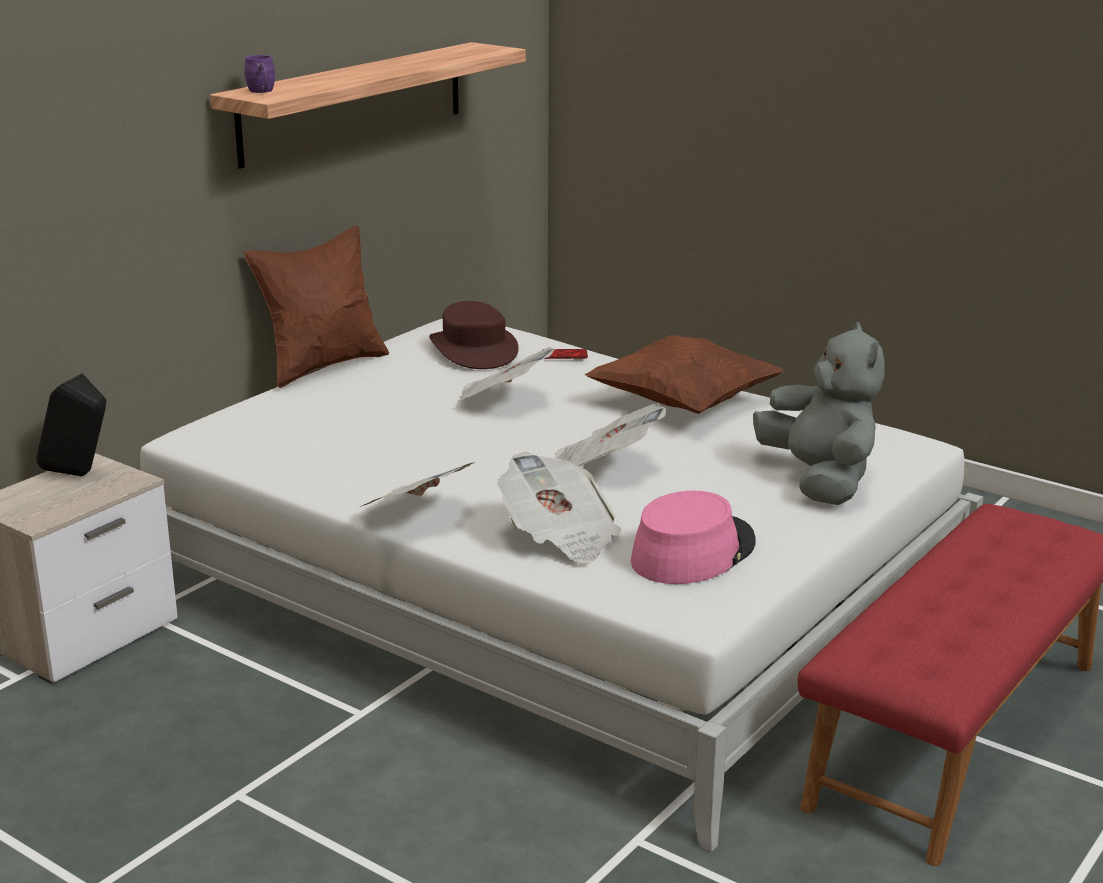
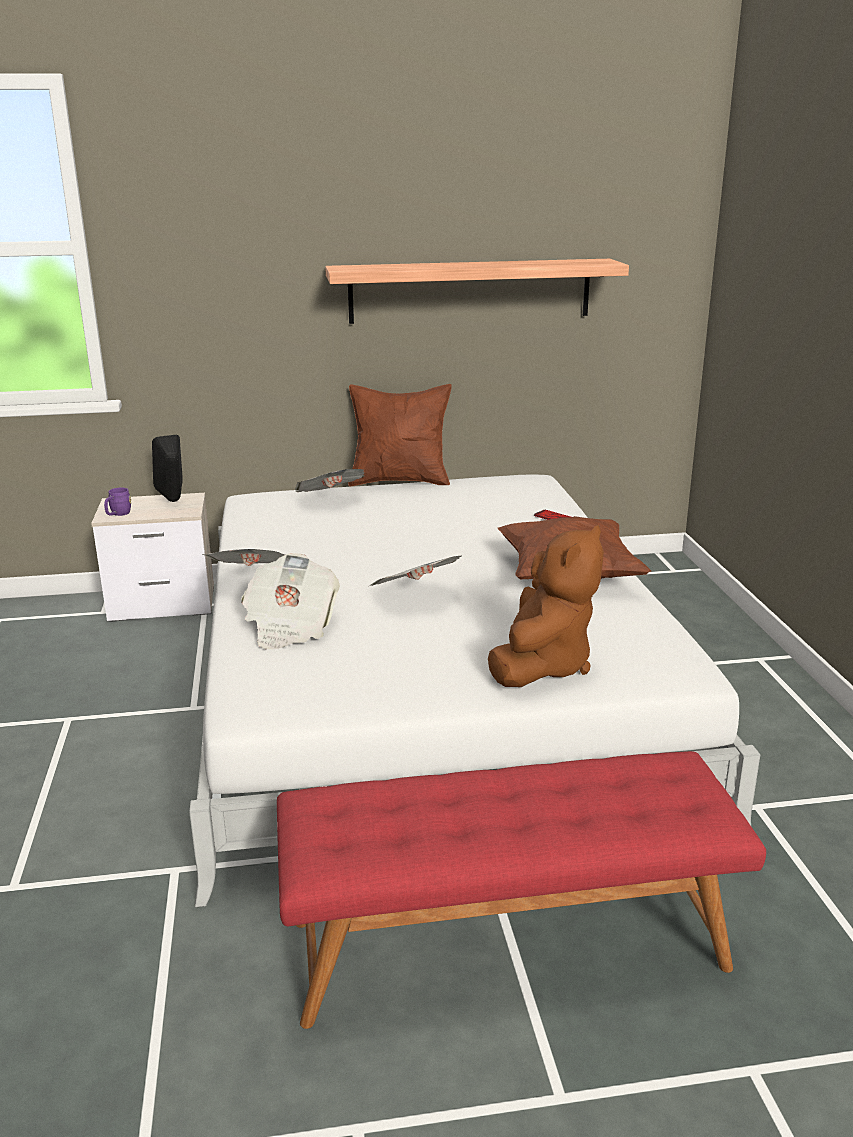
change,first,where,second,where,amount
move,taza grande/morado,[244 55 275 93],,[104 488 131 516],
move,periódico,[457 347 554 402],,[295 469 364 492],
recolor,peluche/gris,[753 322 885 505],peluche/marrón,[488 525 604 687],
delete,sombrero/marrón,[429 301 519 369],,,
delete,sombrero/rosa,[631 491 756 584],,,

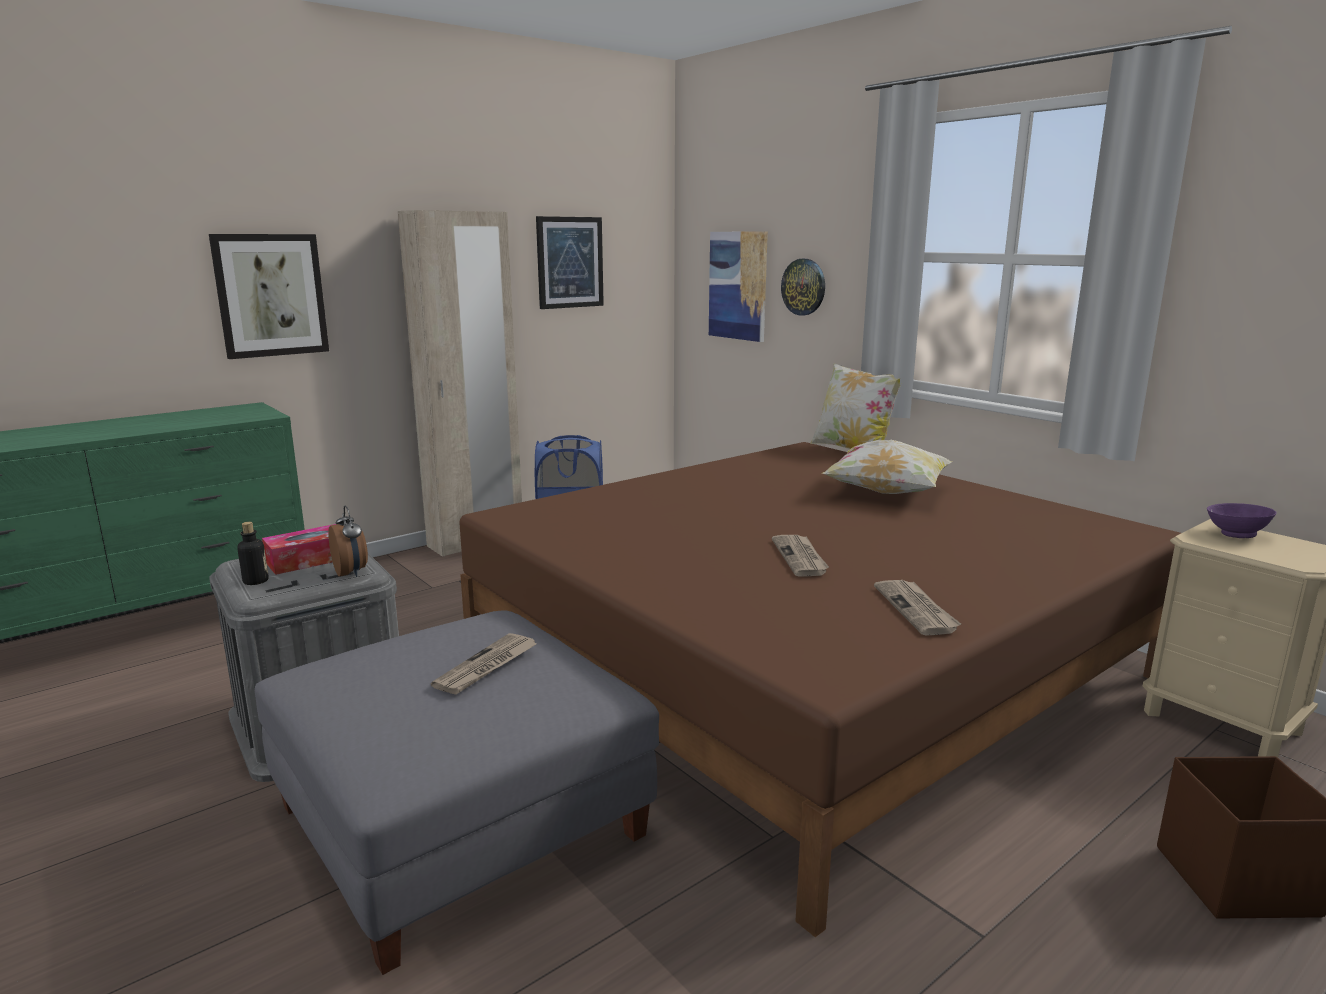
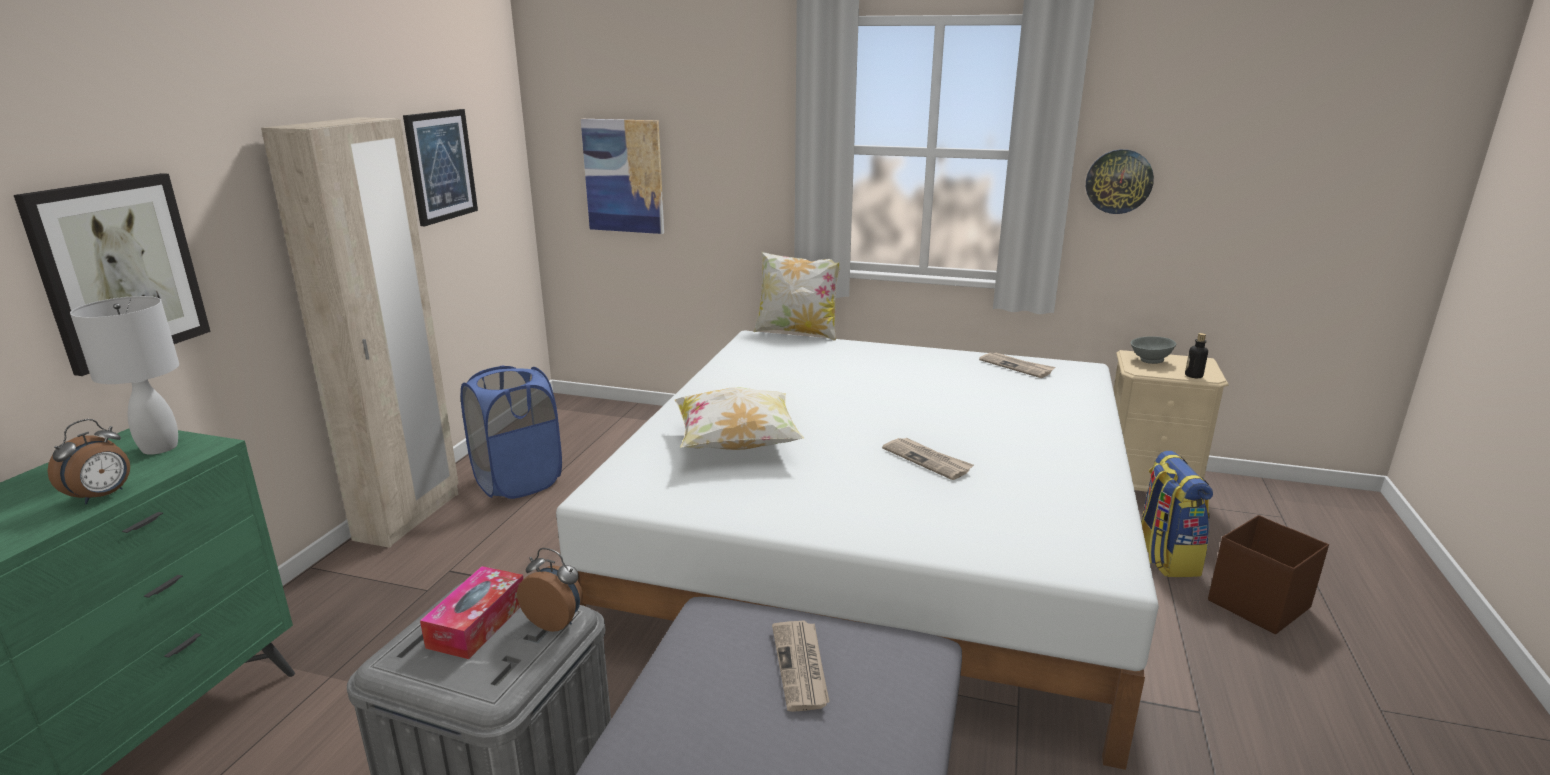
change,first,where,second,where,amount
insert,,,despertador,[47 419 130 504],
insert,,,lámpara de mesa/blanco,[70 296 179 455],
recolor,cama/marrón,[459 442 1181 937],cama/blanco,[556 331 1159 770],
move,cojín,[822 440 953 494],,[674 387 804 450],
move,periódico,[874 580 961 636],,[979 353 1055 378],
move,reloj de pared,[781 259 825 316],,[1086 149 1154 214],
recolor,cuenco/morado,[1207 503 1277 538],cuenco/gris,[1131 336 1176 364],
insert,,,mochila,[1141 451 1213 577],
move,botella,[237 522 268 585],,[1185 333 1208 378],

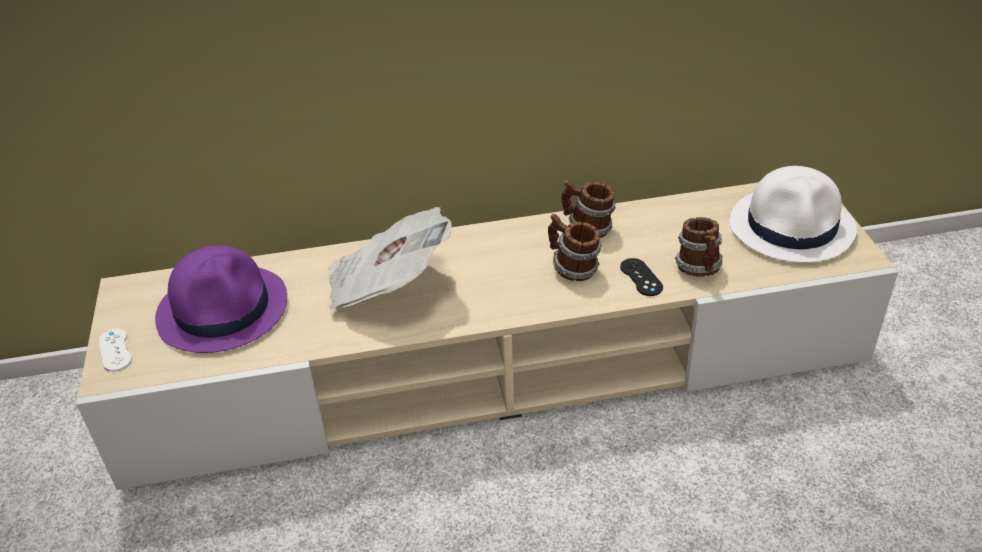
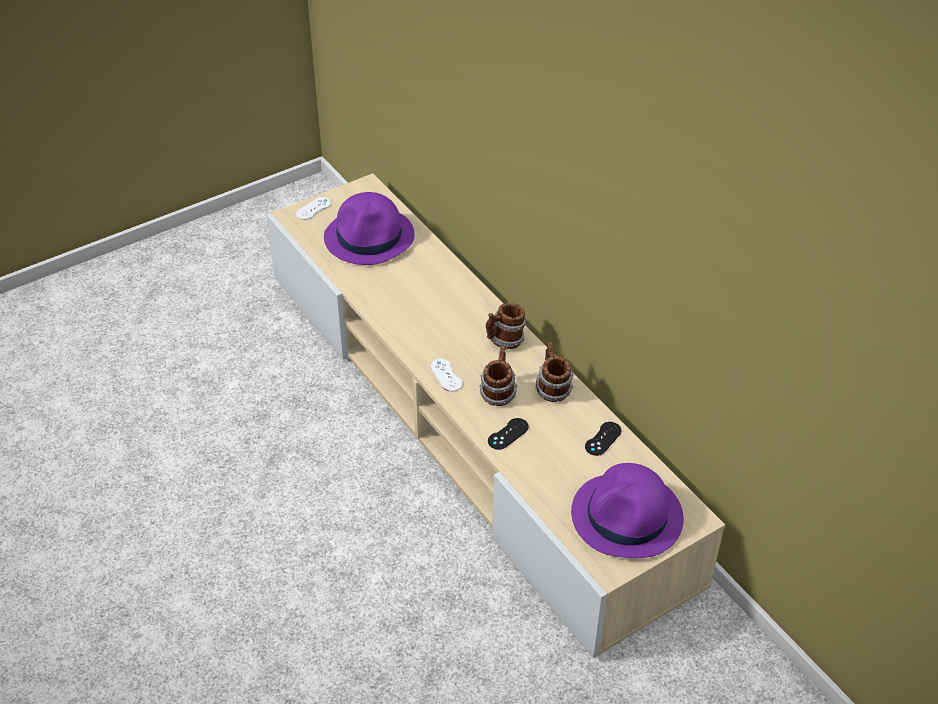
change,first,where,second,where,amount
insert,,,mando de consola/blanco,[431 359 462 392],
move,taza grande,[675 217 723 277],,[486 303 526 349],
recolor,sombrero/blanco,[729 166 857 263],sombrero/morado,[571 463 684 558],
insert,,,mando de consola/negro,[585 422 622 456],
delete,periódico,[328 207 452 310],,,

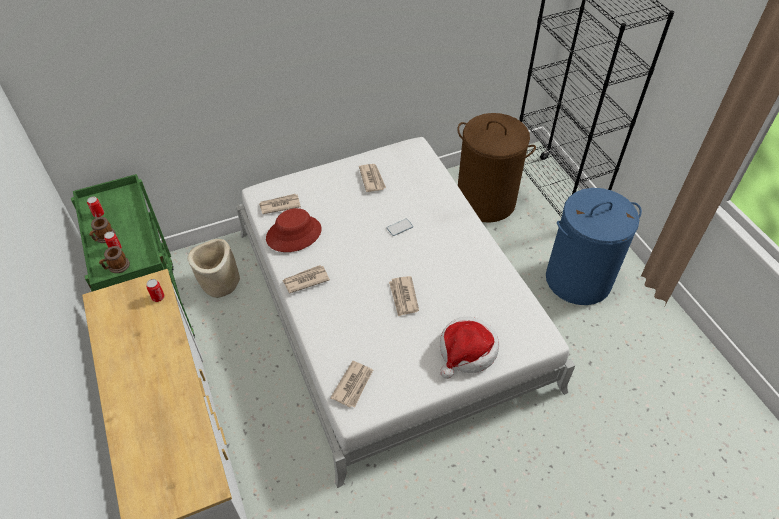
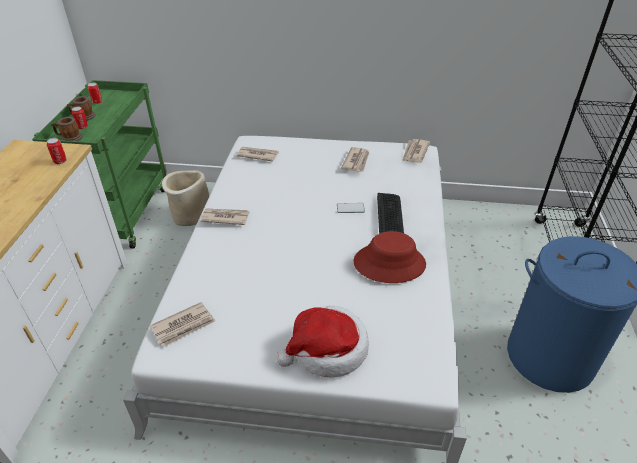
change,first,where,second,where,amount
move,sombrero/rojo,[266 208 322 252],,[353 231 426 283],
insert,,,teclado,[377 193 404 234],
move,periódico,[389 276 419 317],,[402 139 430 163],
delete,cesto de la ropa/marrón,[457 113 536 223],,,

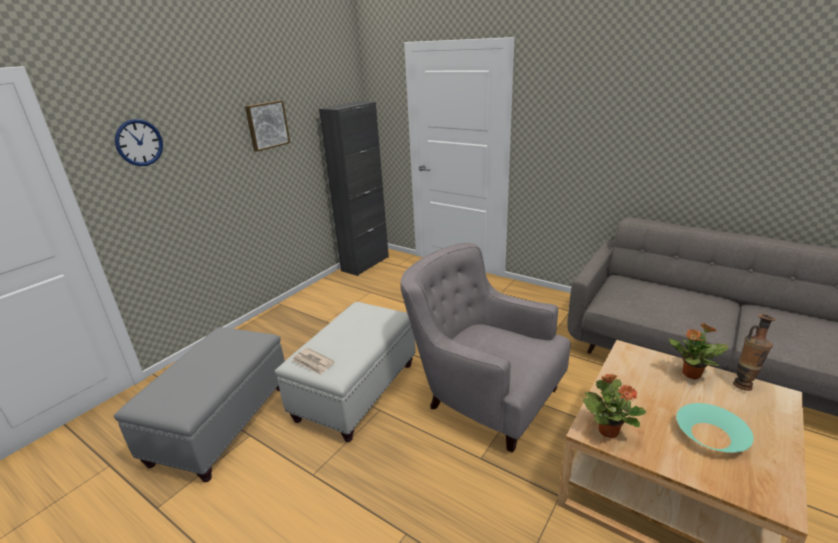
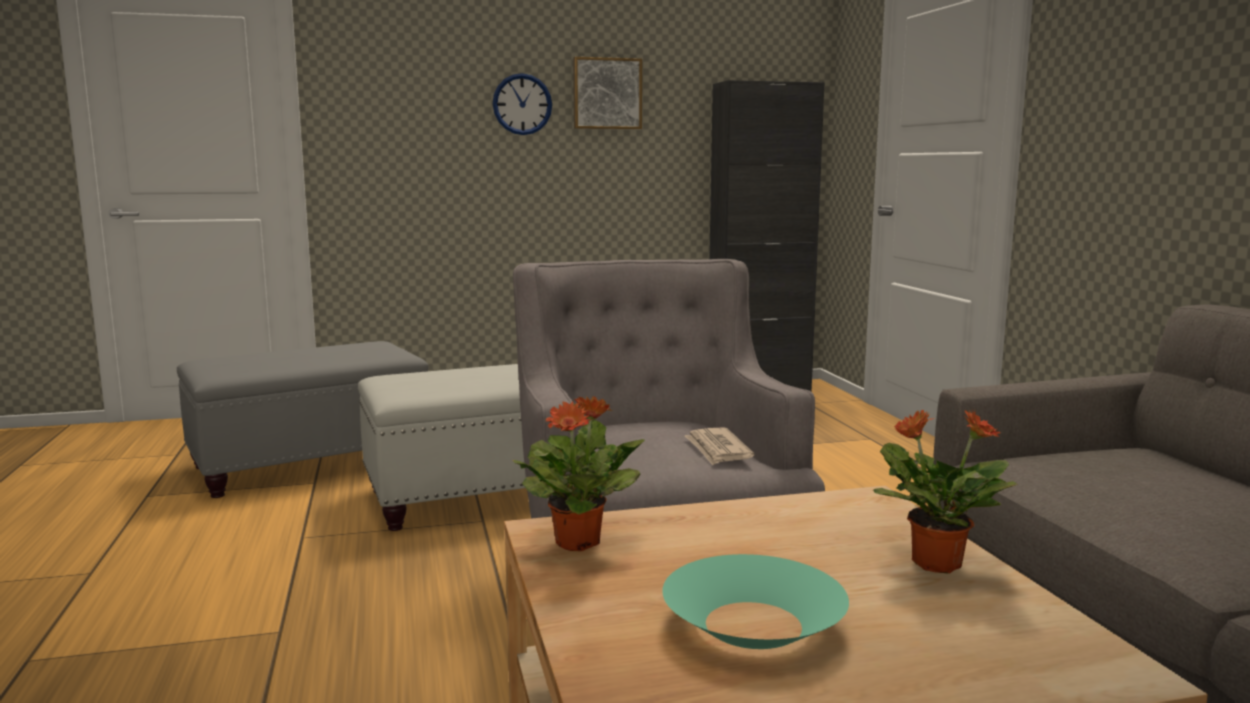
change,first,where,second,where,amount
move,reloj de pared,[115 119 163 166],,[493 73 552 135],
move,periódico,[292 348 334 375],,[685 427 754 465],
delete,florero,[733 314 776 391],,,

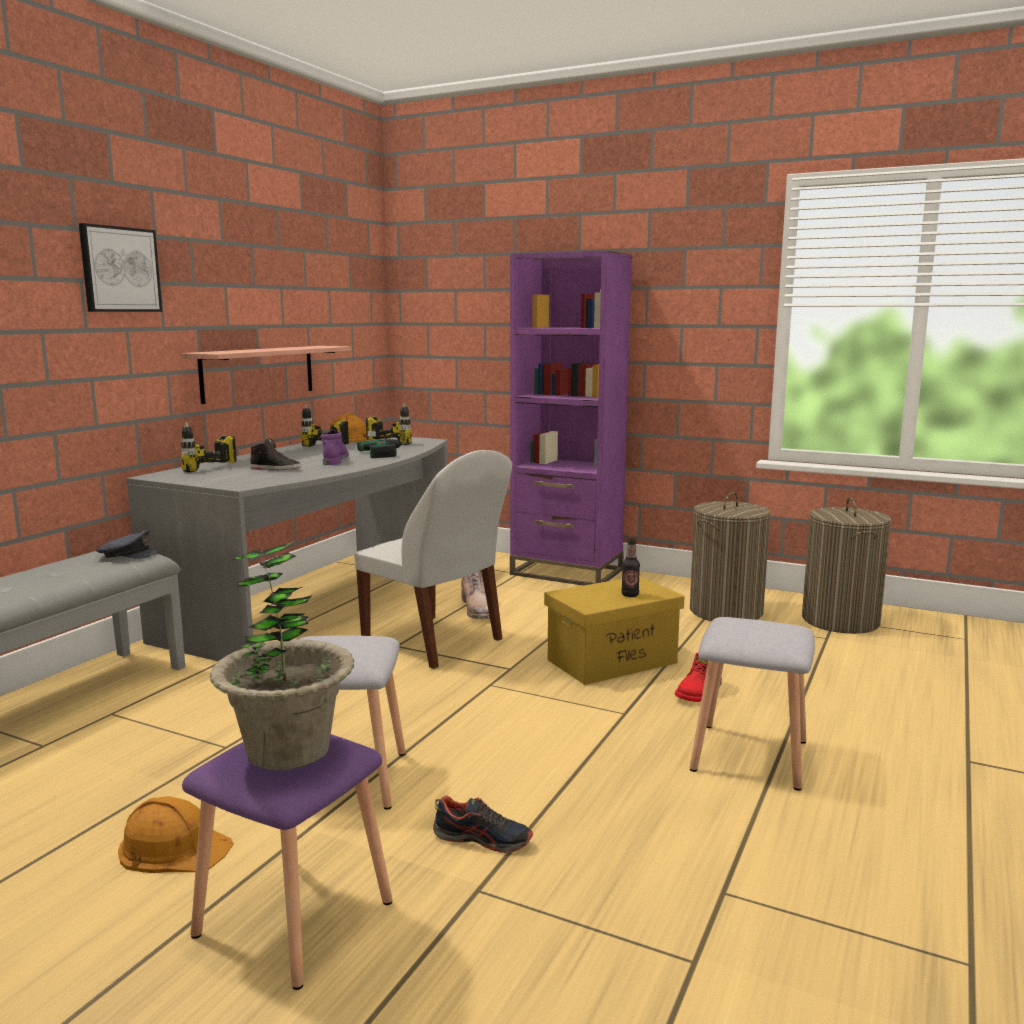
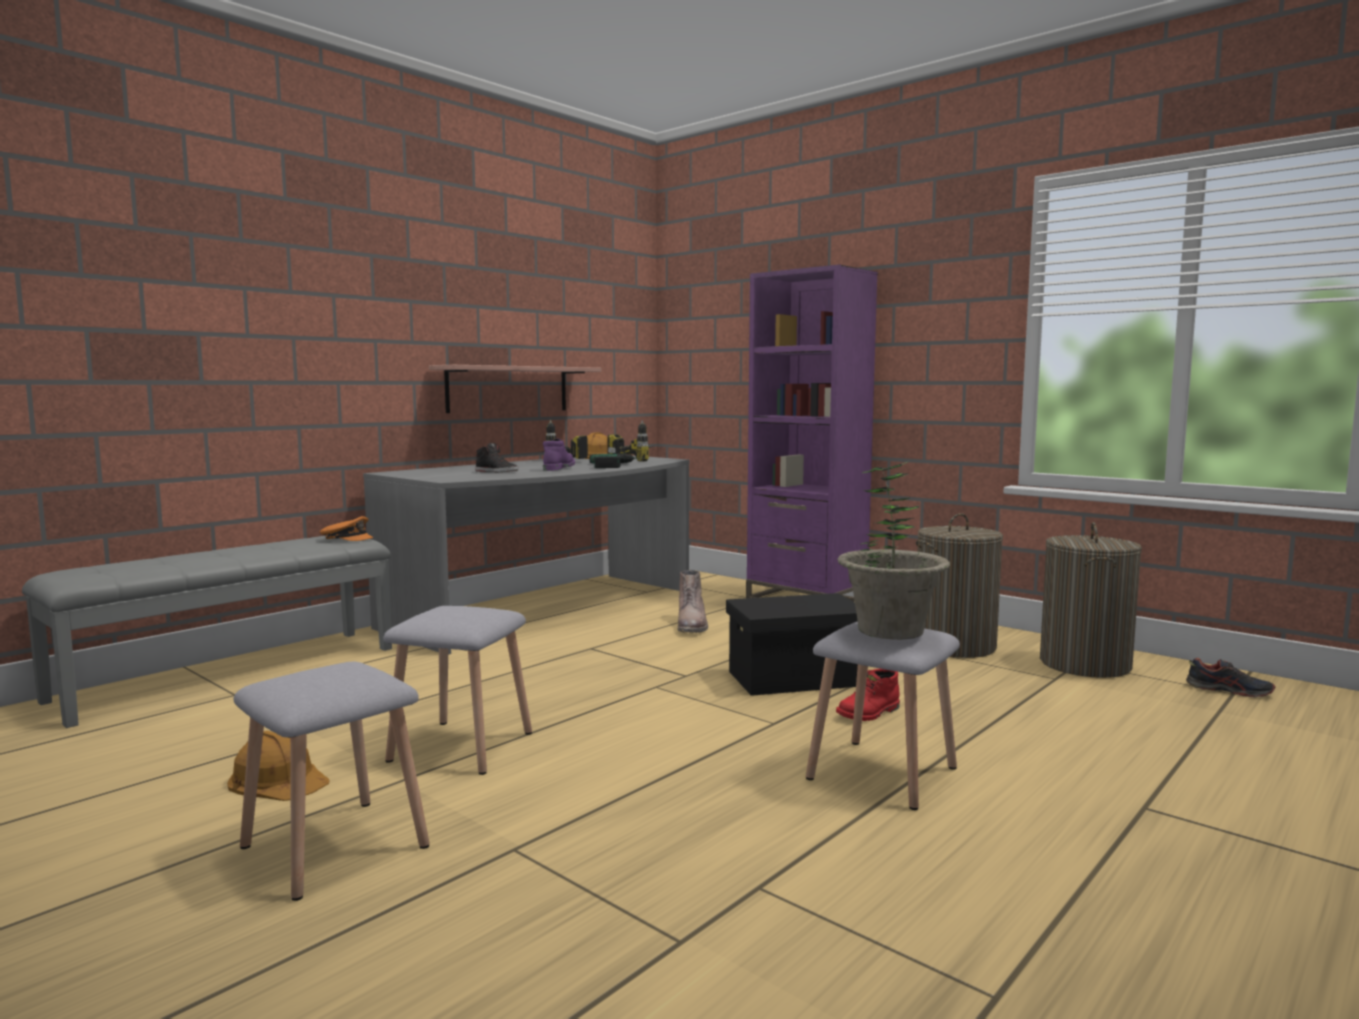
change,first,where,second,where,amount
recolor,taburete/morado,[182 734 392 990],taburete/gris,[233 662 429 901],
recolor,gorra/gris,[96 530 158 558],gorra/naranja,[320 516 373 541],
recolor,caja de almacenaje/amarillo,[544 576 685 685],caja de almacenaje/negro,[726 593 858 696],
move,planta en maceta,[210 540 354 770],,[837 461 950 640],
move,zapato,[433 796 533 853],,[1186 658 1275 697],
delete,cuadro,[79 223 162 312],,,
delete,taladro,[181 422 236 473],,,
delete,silla/blanco,[354 450 512 669],,,
delete,botella,[621 536 640 597],,,

